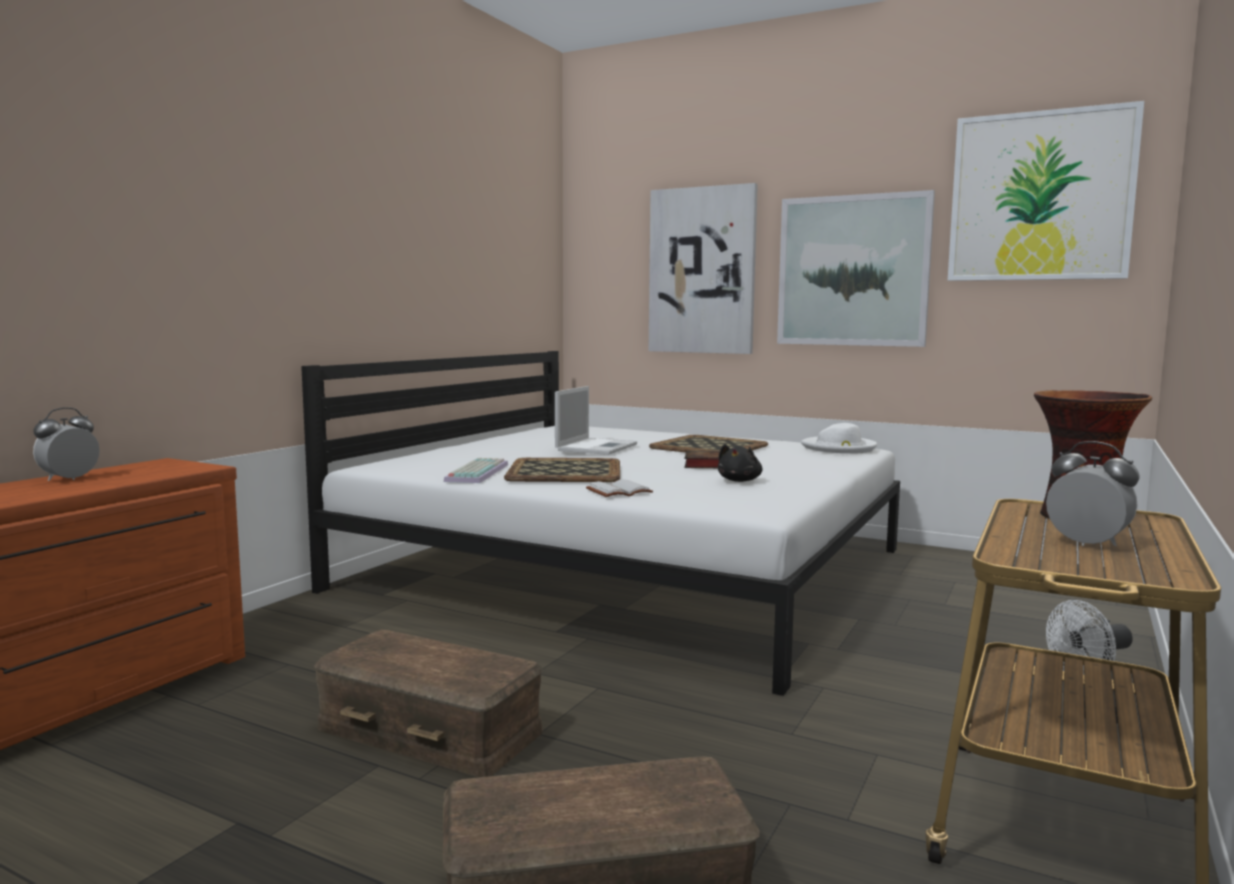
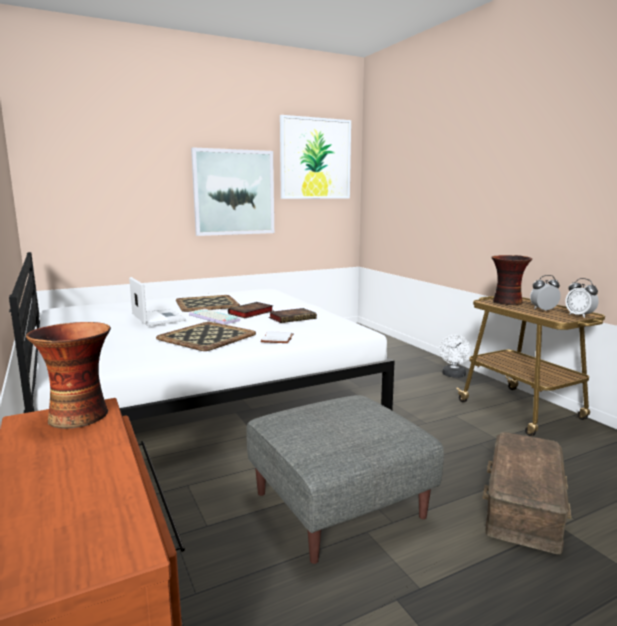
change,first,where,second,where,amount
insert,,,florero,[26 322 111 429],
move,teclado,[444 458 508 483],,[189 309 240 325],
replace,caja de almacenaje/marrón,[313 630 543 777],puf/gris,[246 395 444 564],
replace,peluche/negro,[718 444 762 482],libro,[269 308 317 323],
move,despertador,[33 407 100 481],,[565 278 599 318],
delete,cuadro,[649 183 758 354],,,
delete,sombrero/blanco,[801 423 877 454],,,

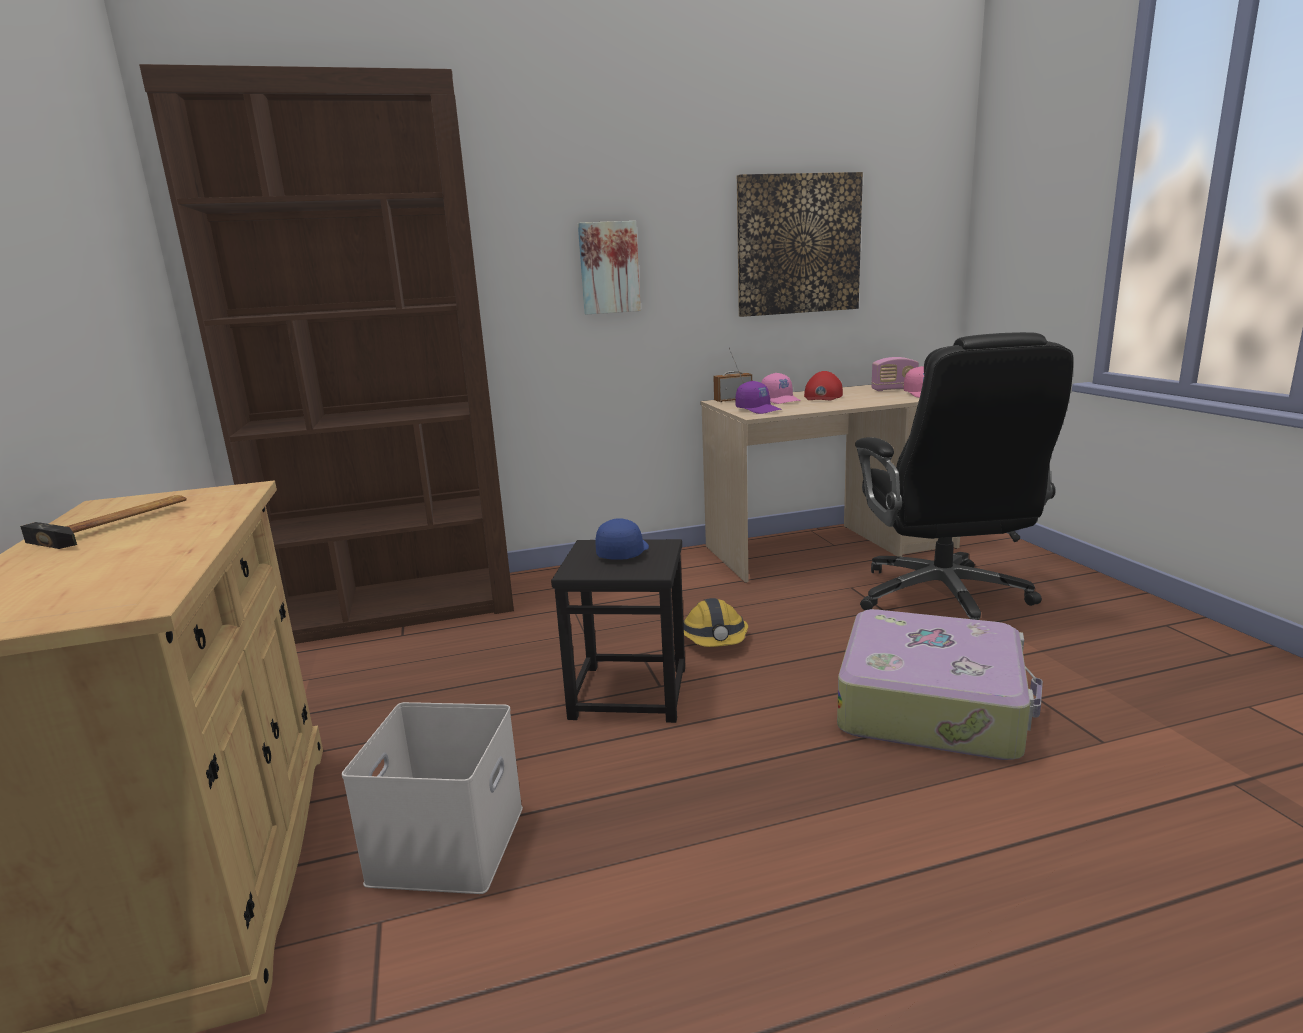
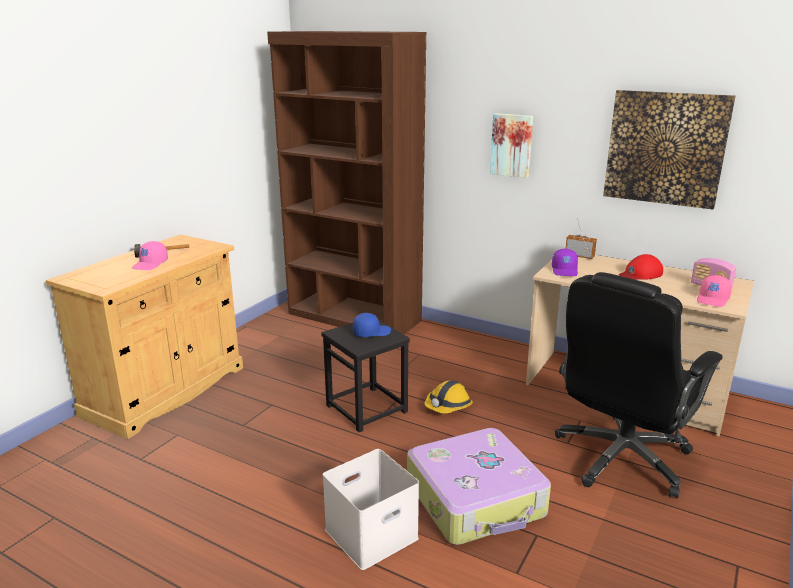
change,first,where,second,where,amount
move,gorra/rosa,[761 373 800 404],,[132 241 168 270],
move,caja de almacenaje/blanco,[342 702 523 894],,[323 449 419 570],

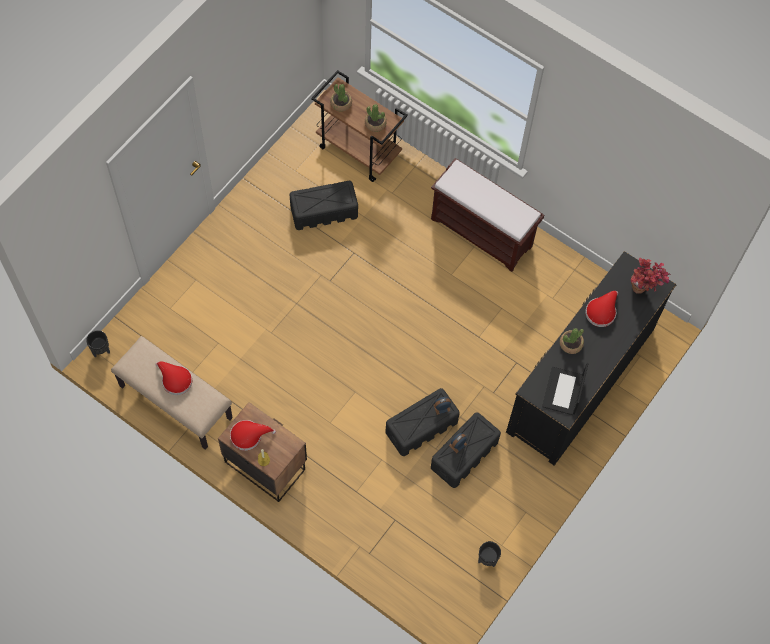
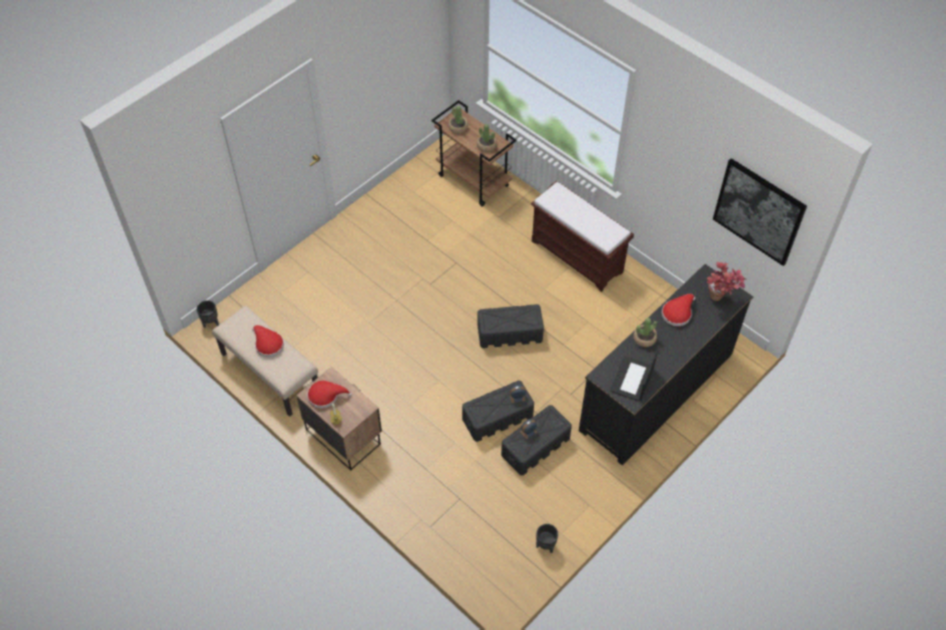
change,first,where,second,where,amount
move,caja de almacenaje/negro,[290 181 358 230],,[478 304 544 348],
insert,,,cuadro,[713 158 807 266],

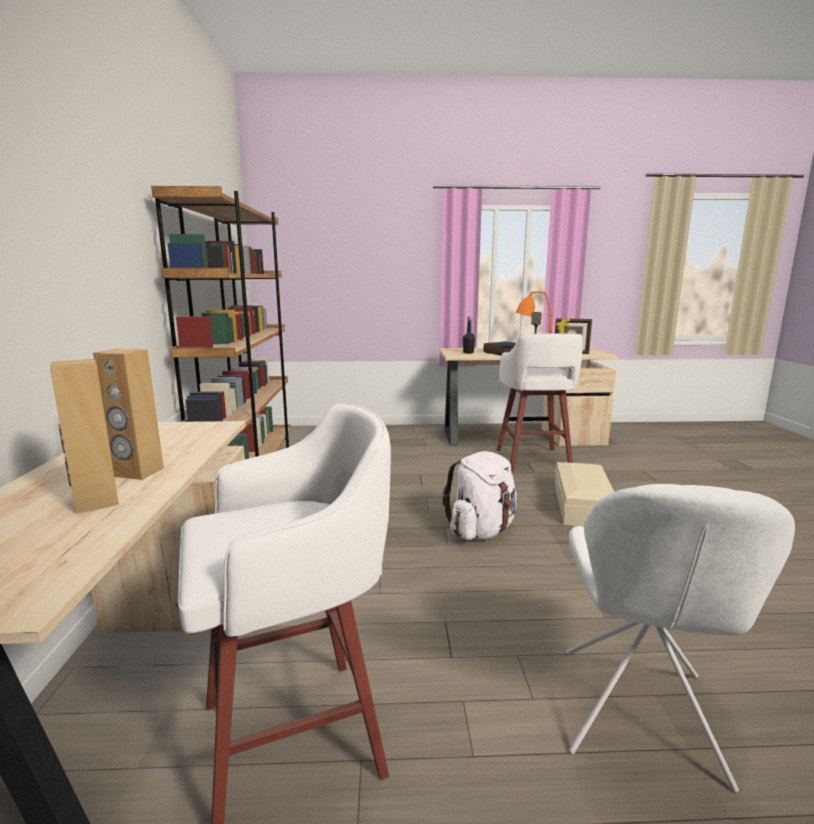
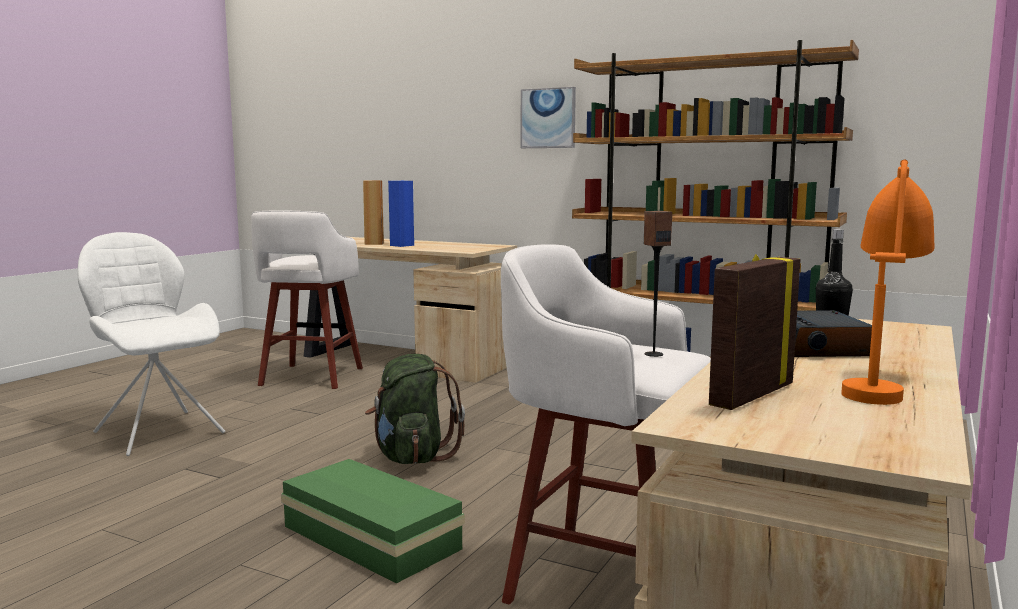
change,first,where,second,where,amount
recolor,caja de almacenaje/beis,[555 462 614 527],caja de almacenaje/verde,[281 459 465 584],
recolor,mochila/blanco,[442 451 517 540],mochila/verde,[365 354 465 464],
recolor,altavoz/marrón,[93 348 164 480],altavoz/azul,[388 181 414 247],
insert,,,cuadro,[521 87 576 148],

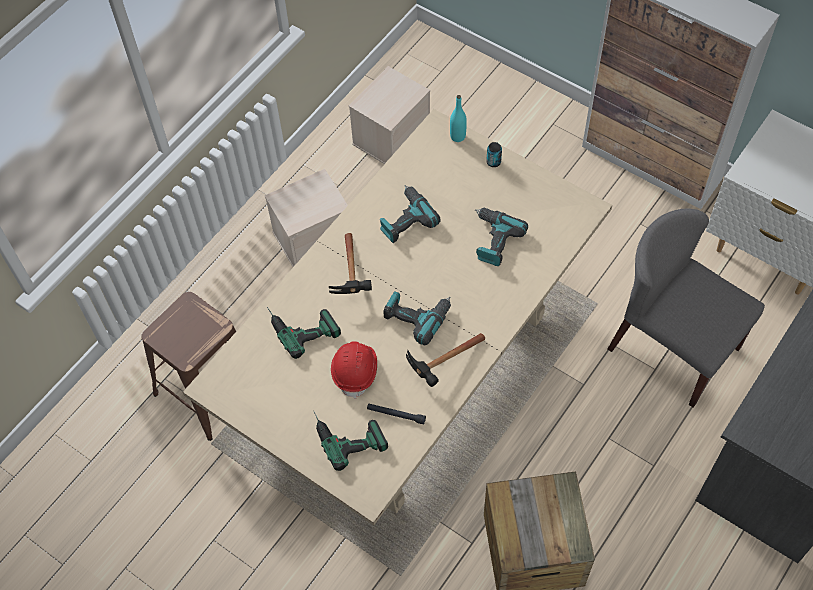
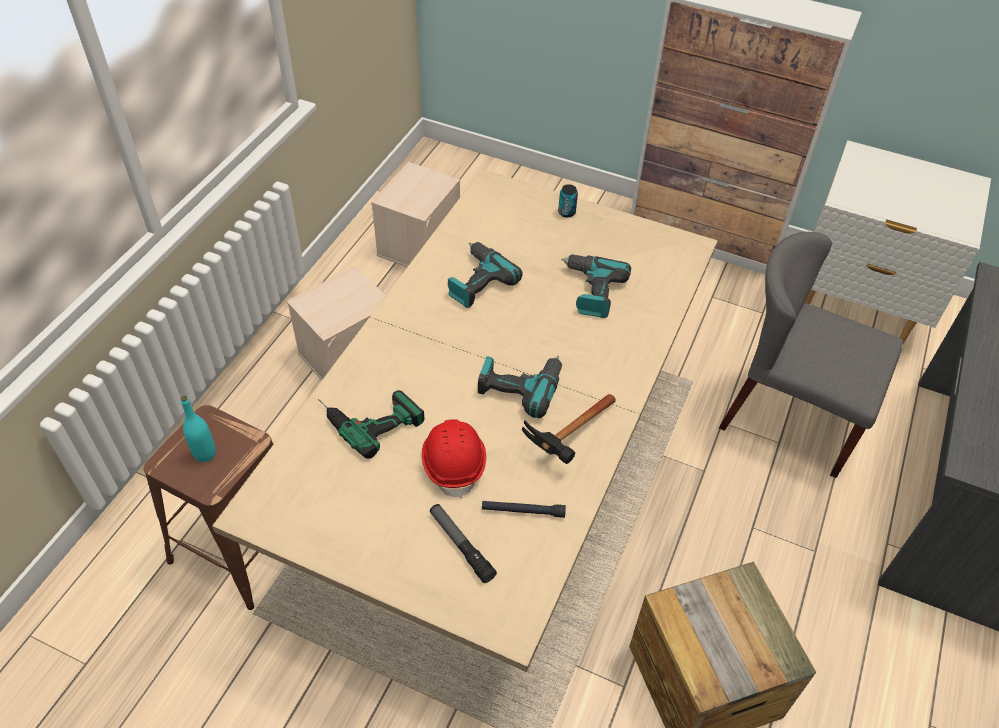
change,first,where,second,where,amount
move,botella/turquesa,[450 95 467 142],,[181 396 216 462],
replace,taladro,[314 412 388 471],linterna,[430 504 497 583],
delete,martillo,[329 233 372 294],,,

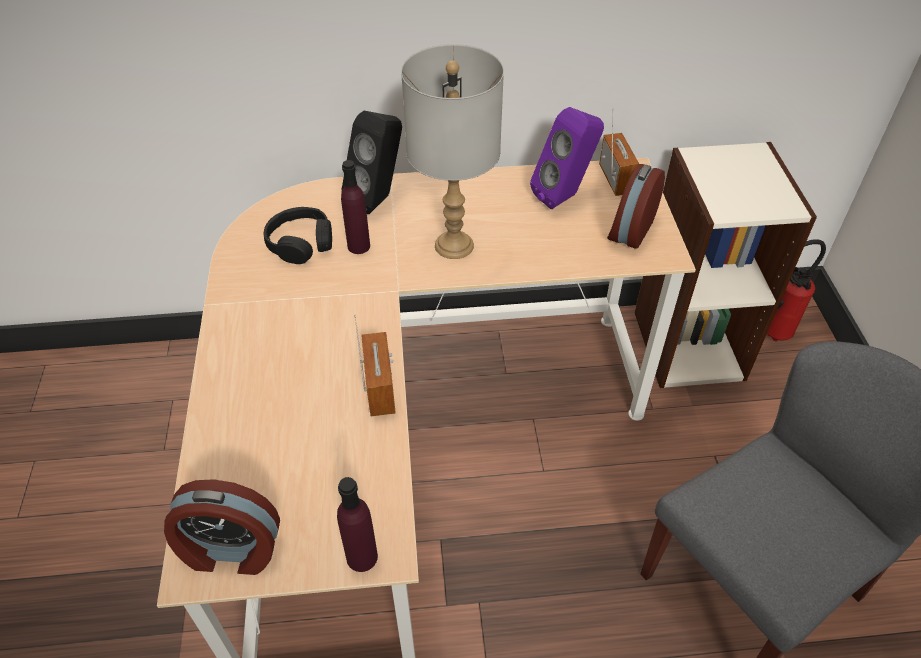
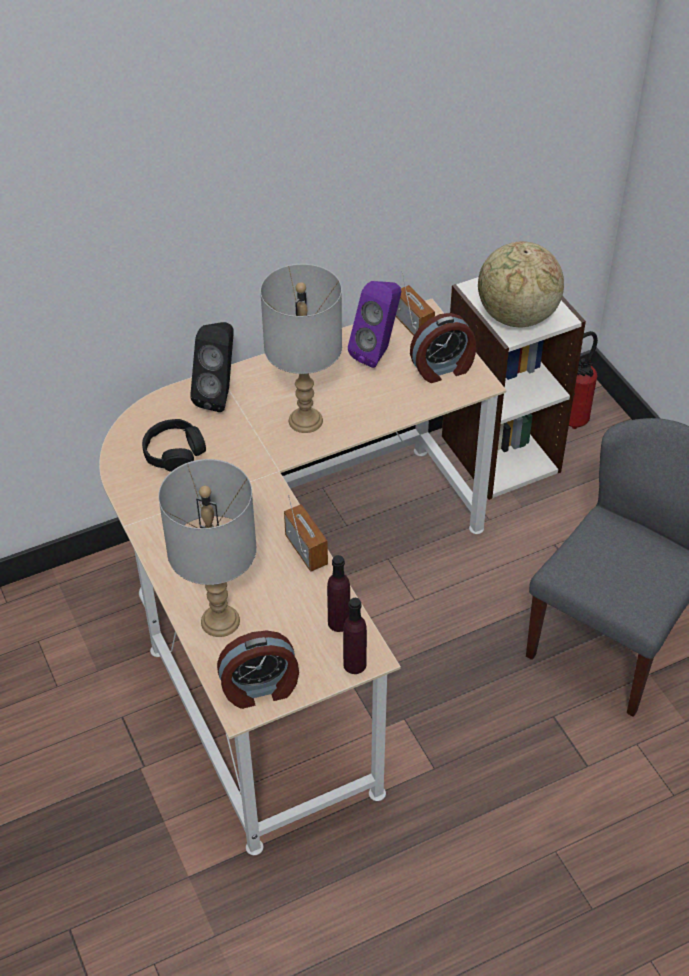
change,first,where,second,where,amount
insert,,,lámpara de mesa/gris,[158 459 257 637],
move,botella/morado,[341 160 370 254],,[327 555 350 632],
rotate,despertador,[607 164 665 249],,[410 313 476 383],120 degrees counterclockwise
insert,,,globo terráqueo,[478 241 564 327],

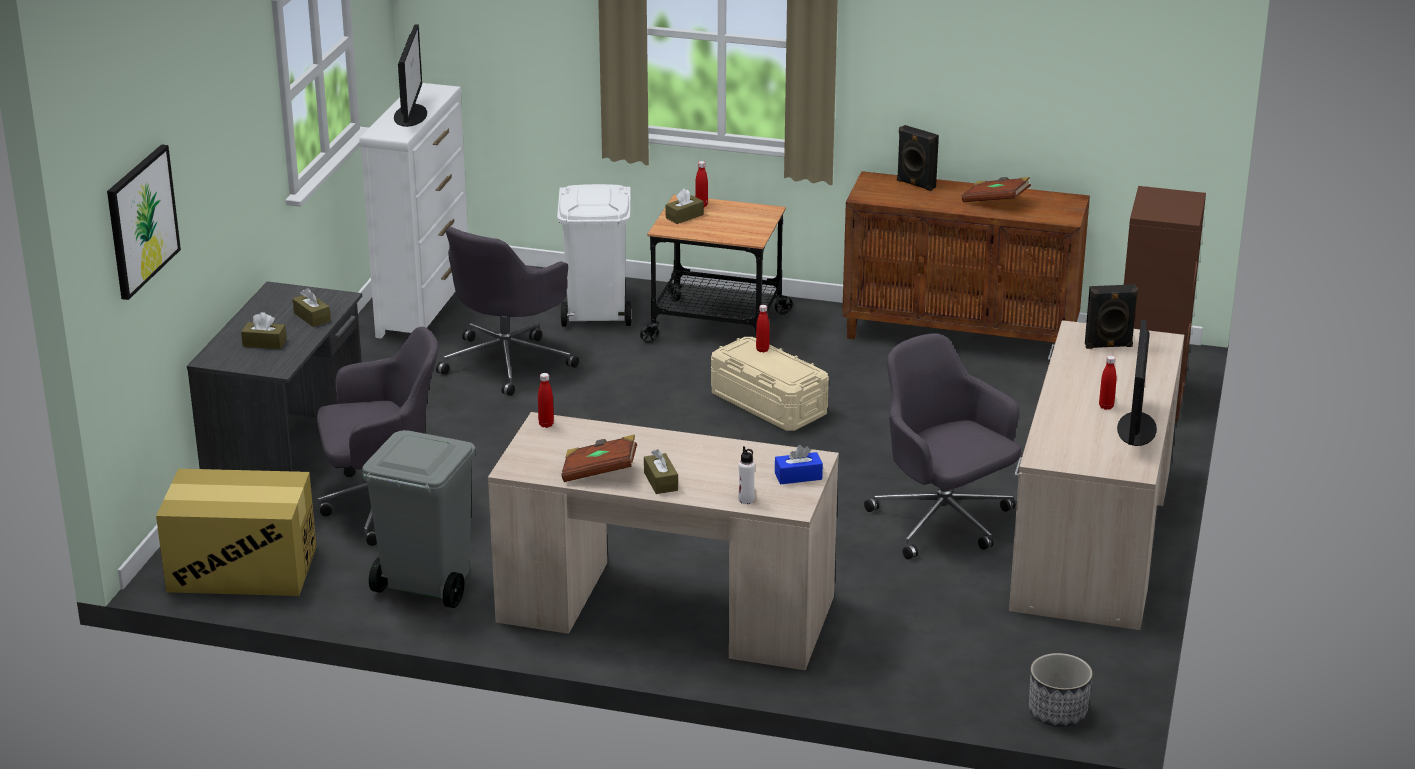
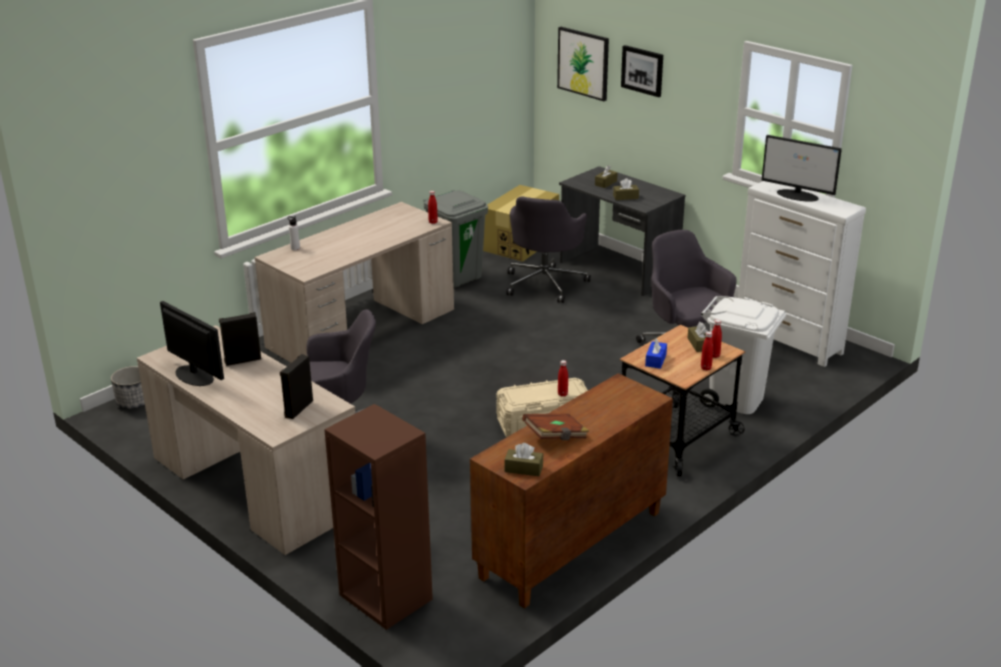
change,first,where,second,where,amount
move,altavoz/negro,[897 125 939 191],,[219 312 261 366],
move,caja de pañuelos/marrón,[644 449 678 494],,[504 443 543 476],
insert,,,cuadro,[621 45 663 97],
move,caja de pañuelos/azul,[775 445 823 484],,[645 338 667 369],
move,botella/rojo,[1099 355 1116 410],,[701 331 713 371],
delete,libro/marrón,[561 435 637 482],,,

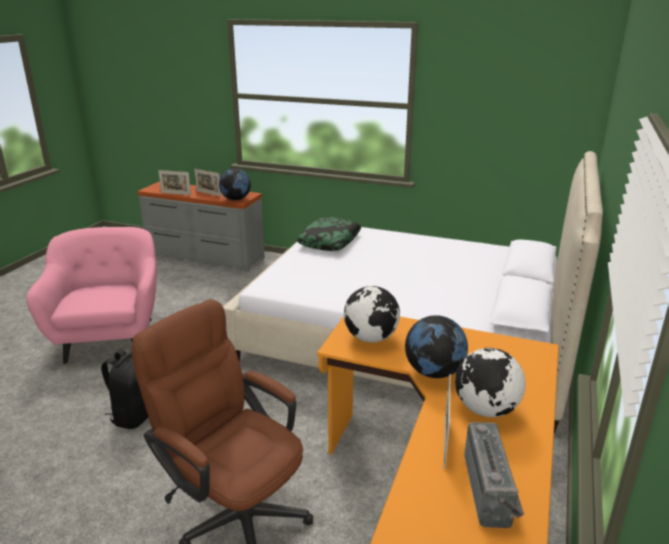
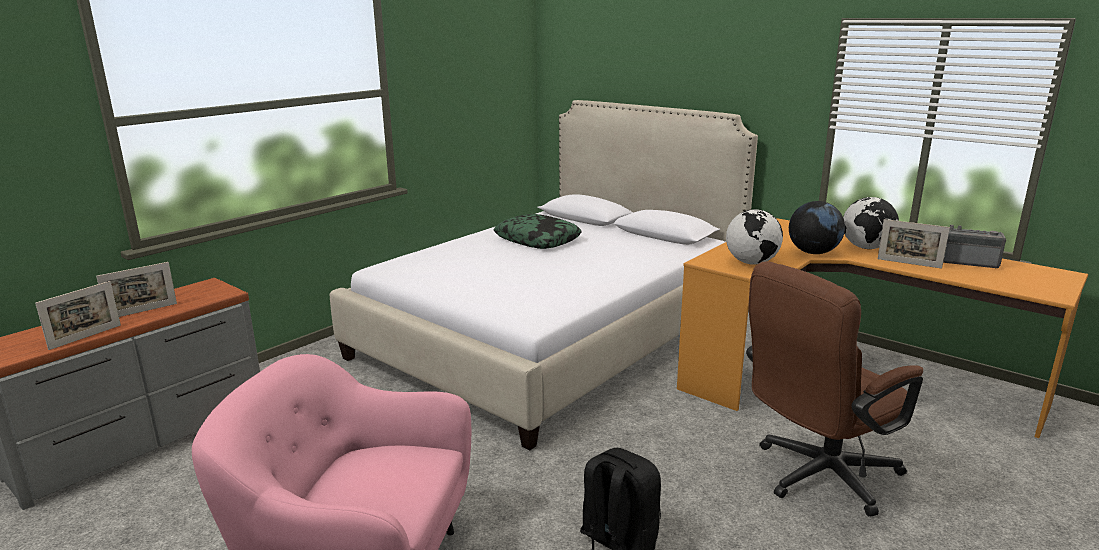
change,first,where,second,where,amount
move,cojín,[297 217 361 251],,[494 214 582 249],
delete,globo terráqueo,[219 168 251 200],,,

